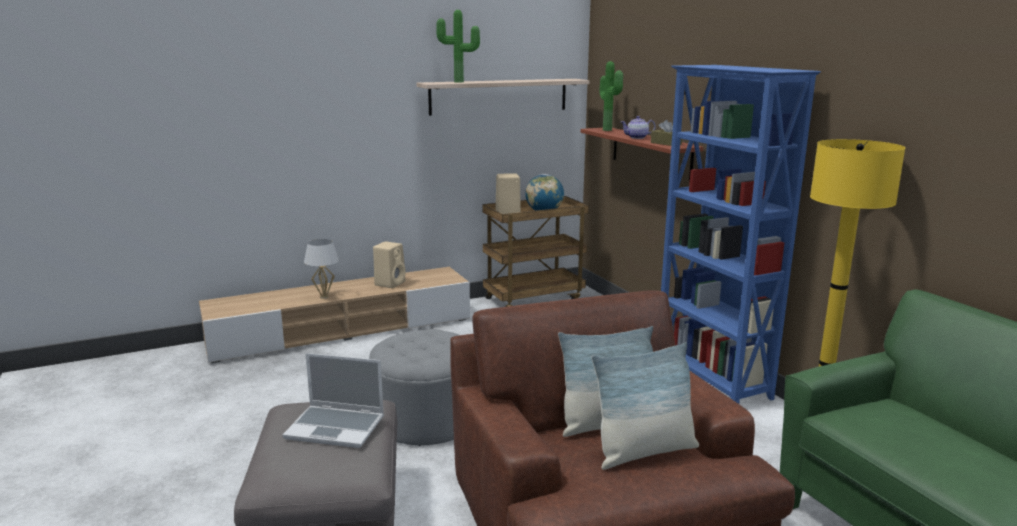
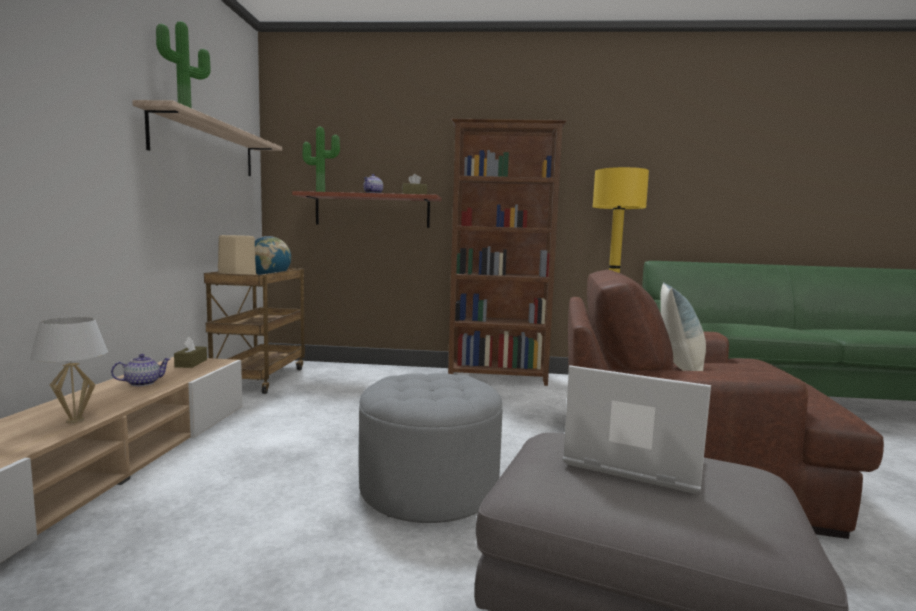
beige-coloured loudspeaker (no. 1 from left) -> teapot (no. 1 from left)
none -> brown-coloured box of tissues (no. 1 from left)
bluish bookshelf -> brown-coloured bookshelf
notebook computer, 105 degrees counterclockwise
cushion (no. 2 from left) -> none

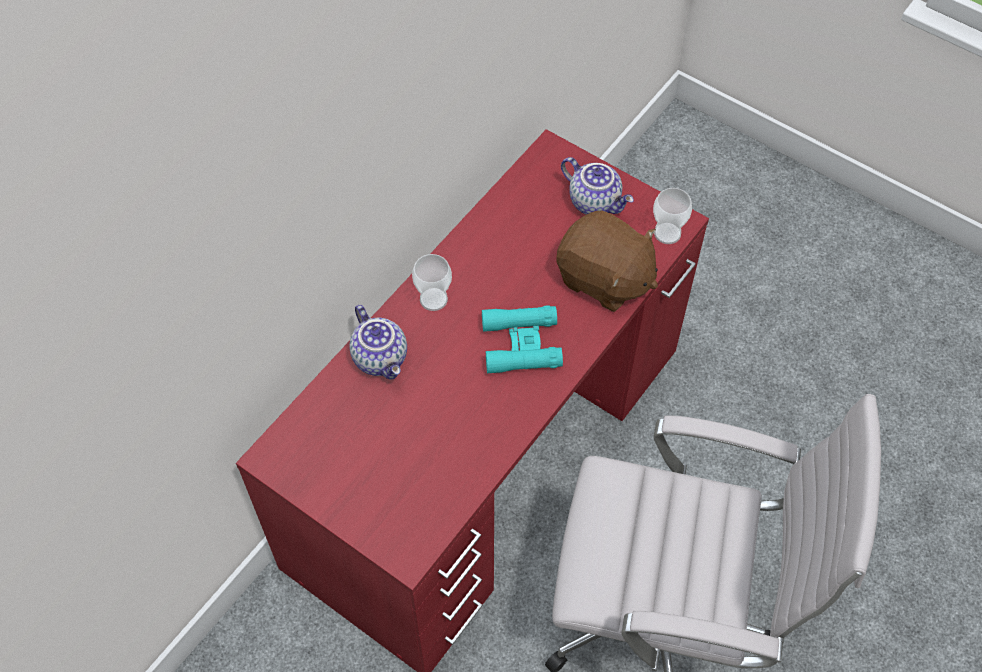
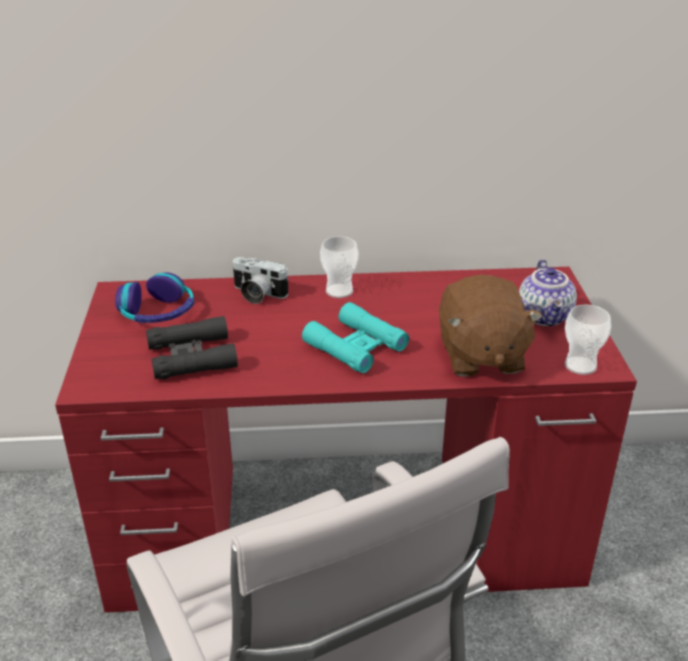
none -> pair of headphones
none -> blackish binoculars
teapot (no. 1 from left) -> still camera

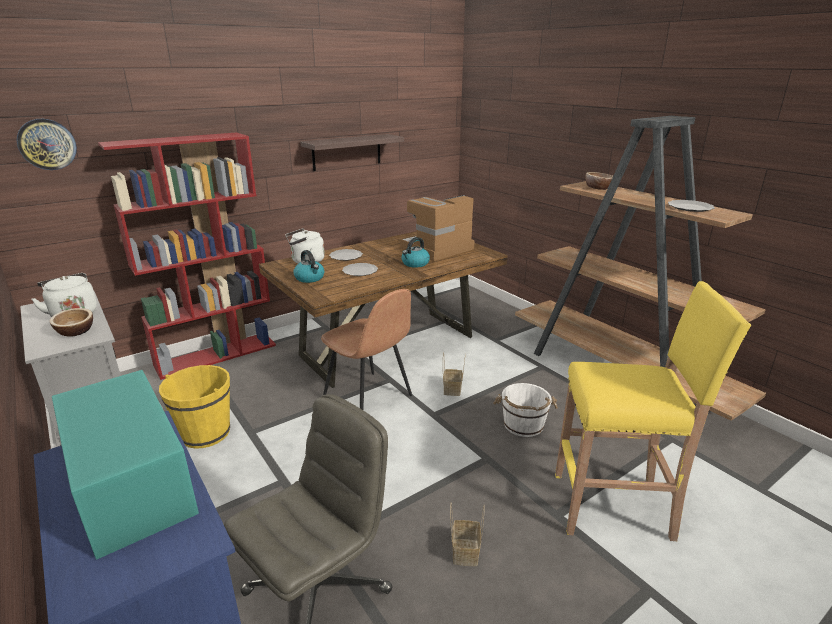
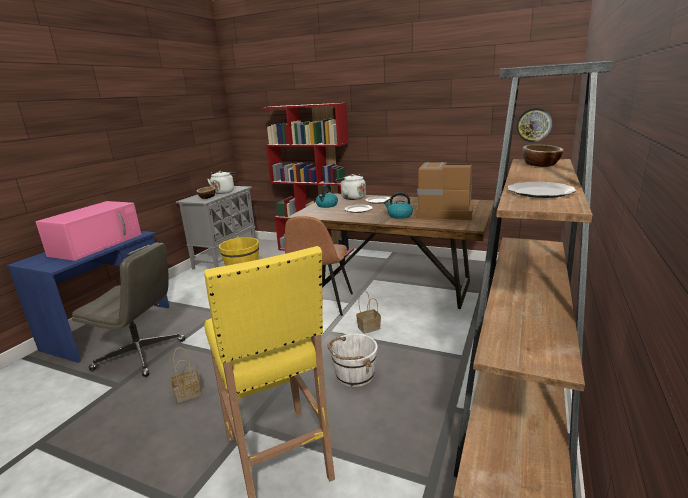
turquoise kitchen microwave -> pink-coloured kitchen microwave
wall clock, shifted
wall shelf -> none

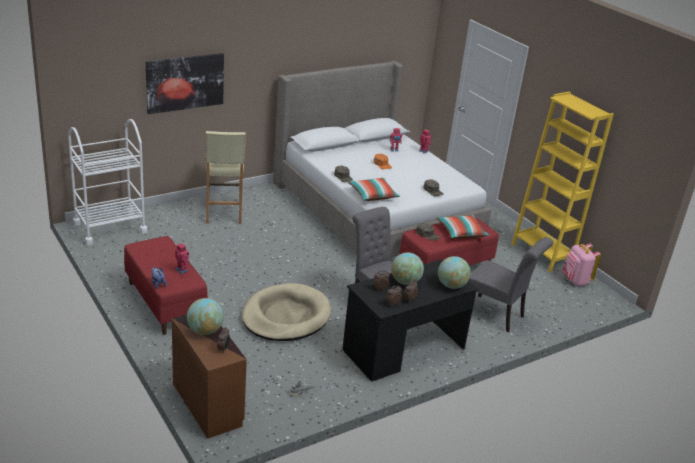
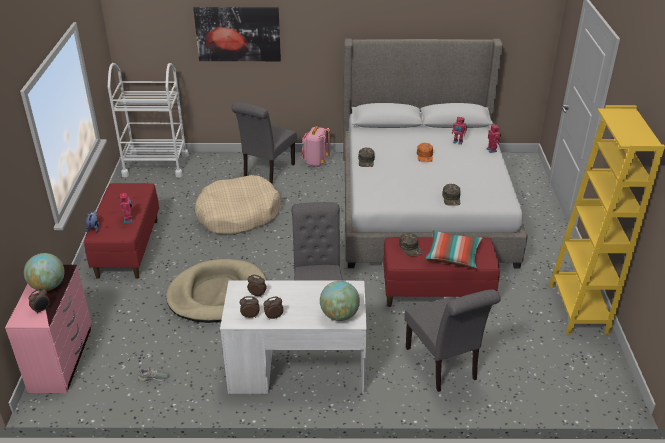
brown-coloured dresser -> pink-coloured dresser
none -> beige-coloured dog cushion (no. 2 from left)
blackish desk table -> white-coloured desk table
beige-coloured sitting stool -> greyish chair (no. 1 from left)
pink-coloured backpack, shifted
cushion (no. 1 from left) -> none
globe (no. 2 from left) -> none

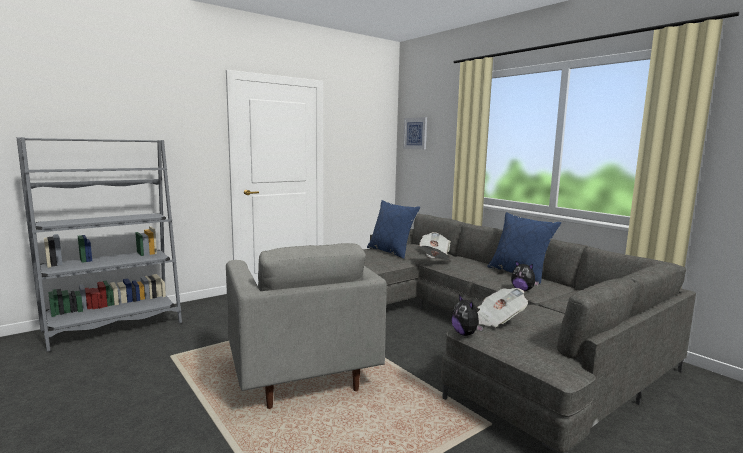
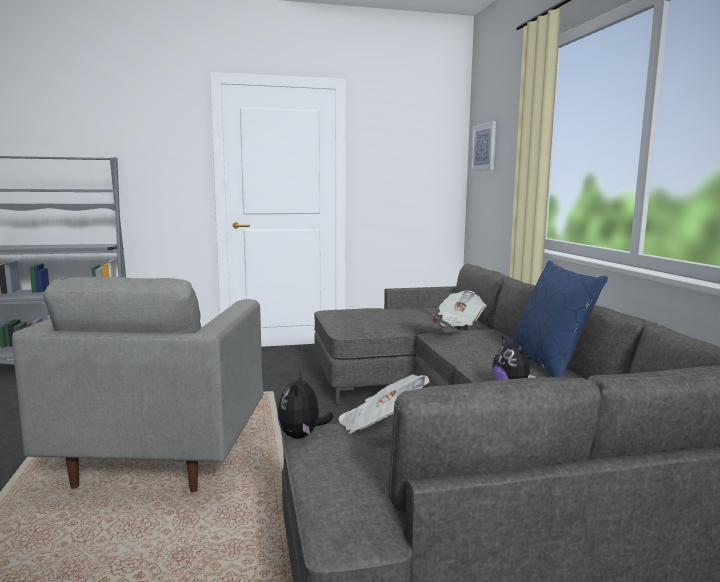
bluish cushion (no. 1 from left) -> none

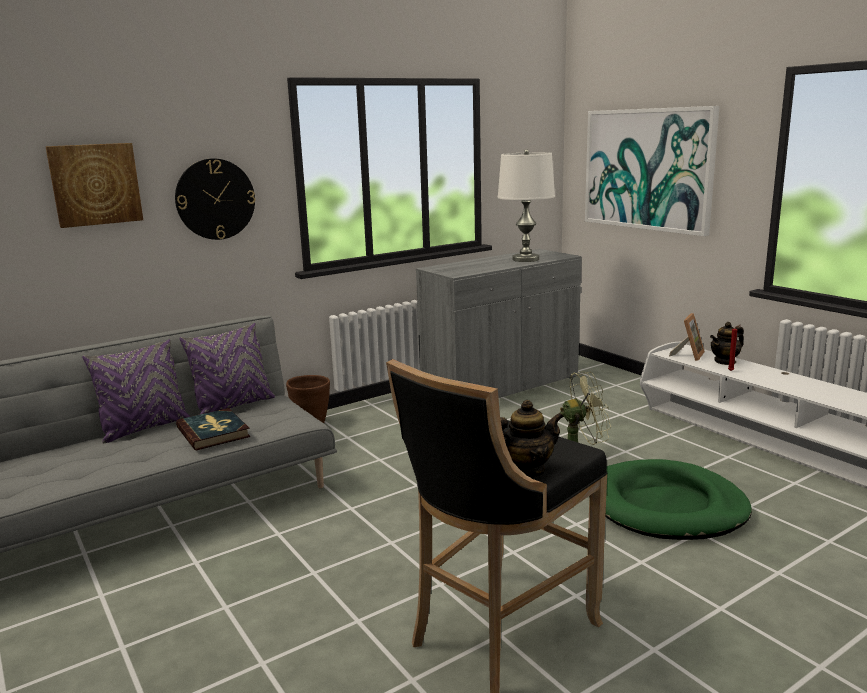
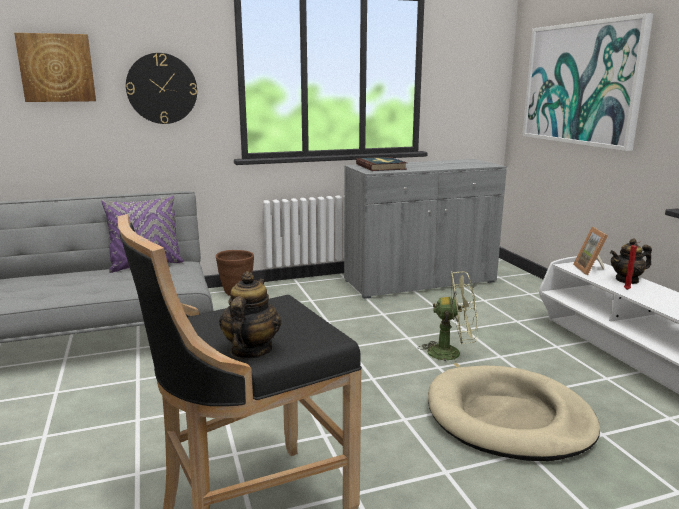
teapot (no. 1 from left), 75 degrees counterclockwise
volume, shifted
green dog cushion -> beige-coloured dog cushion
picture frame, 135 degrees clockwise
purple cushion (no. 1 from left) -> none
white-coloured table lamp -> none

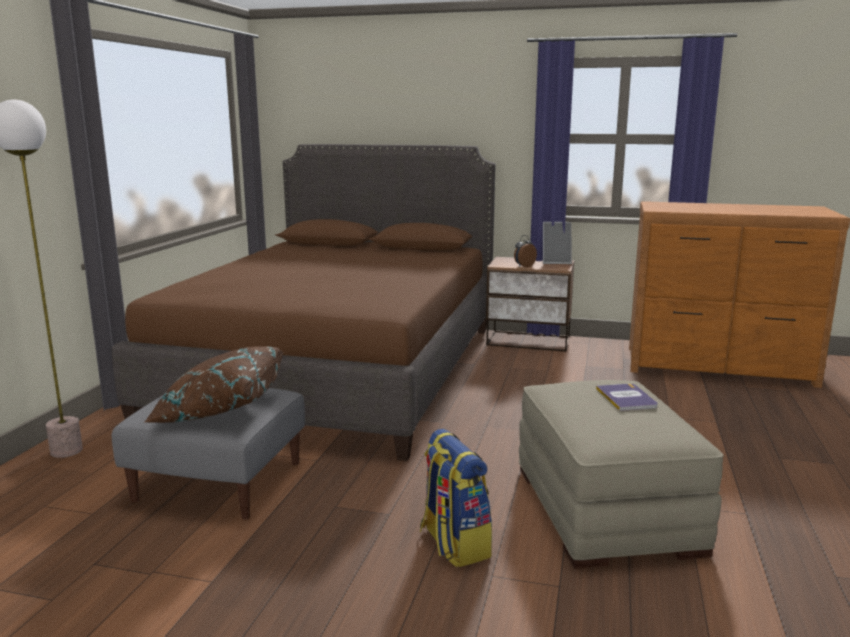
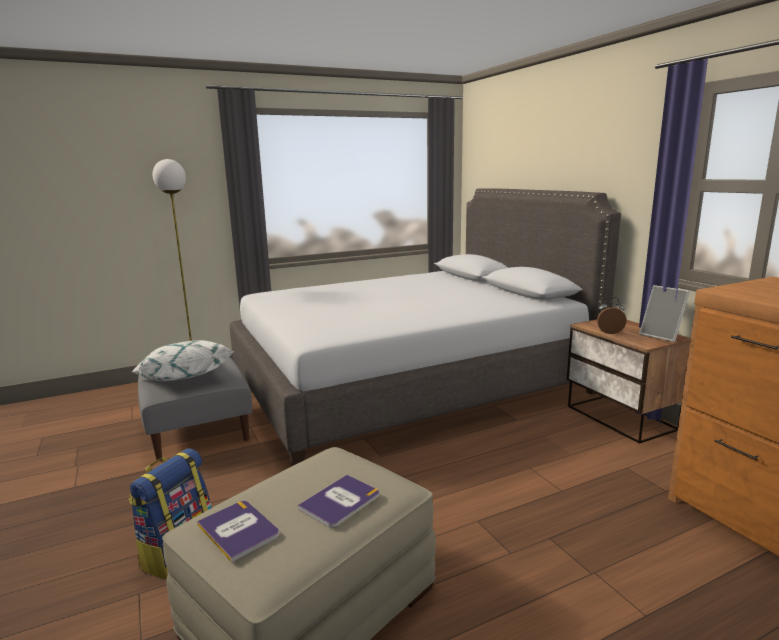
brown-coloured cushion -> white-coloured cushion
none -> volume (no. 1 from left)
brown-coloured bedroom bed -> greyish bedroom bed

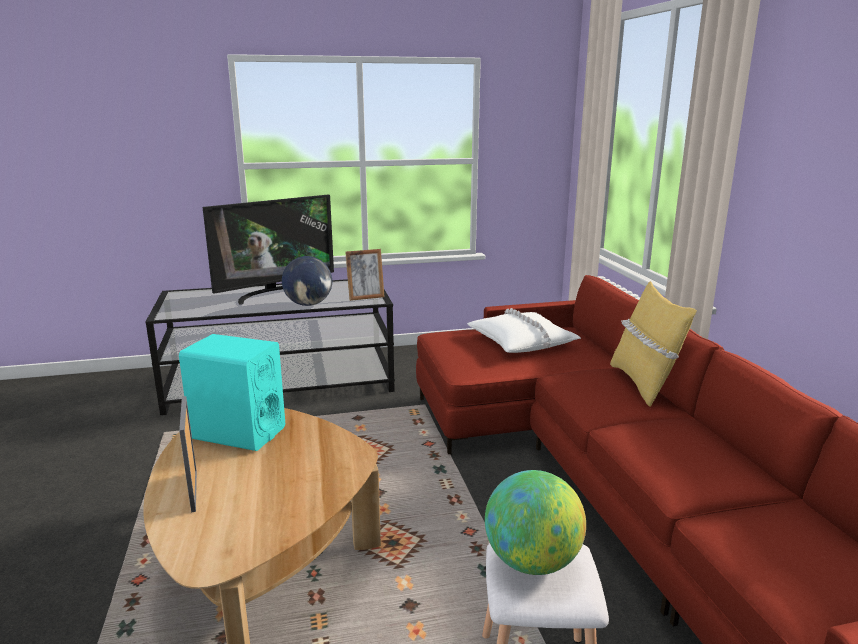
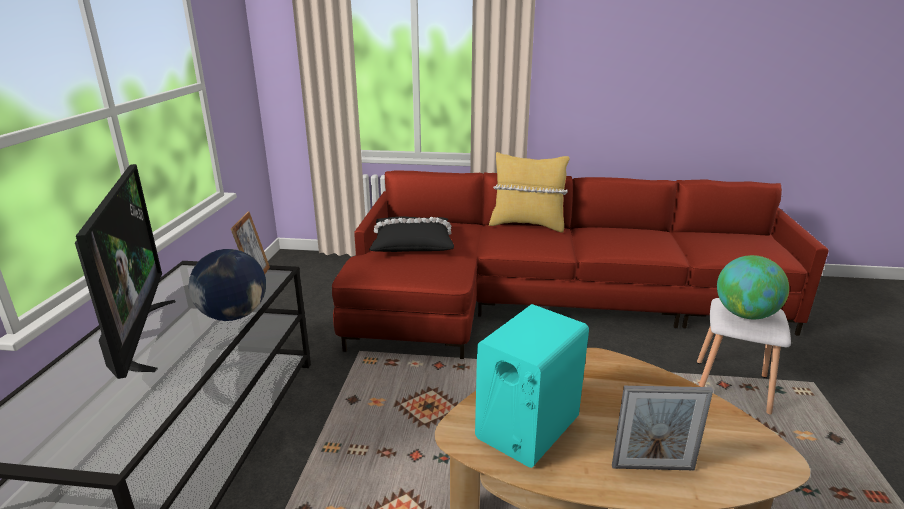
white-coloured cushion -> blackish cushion

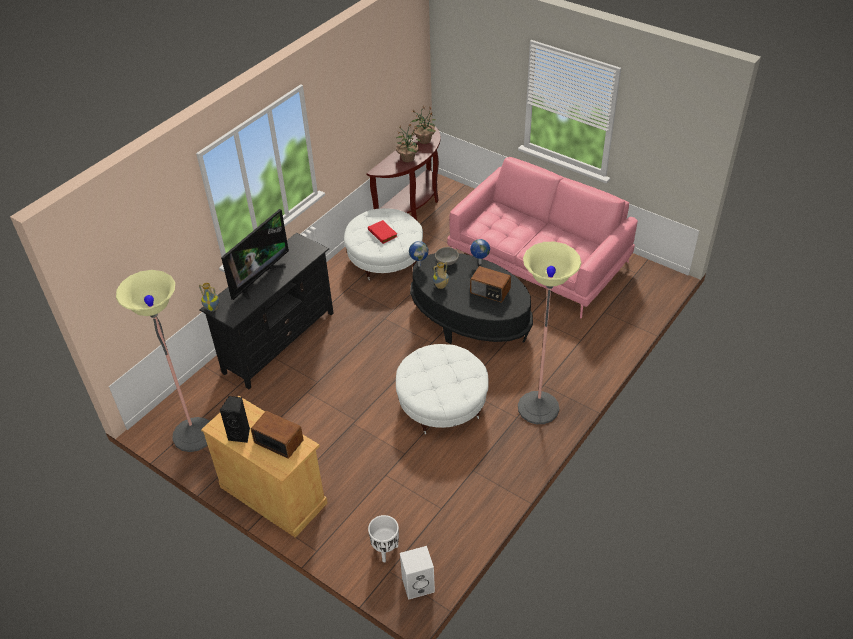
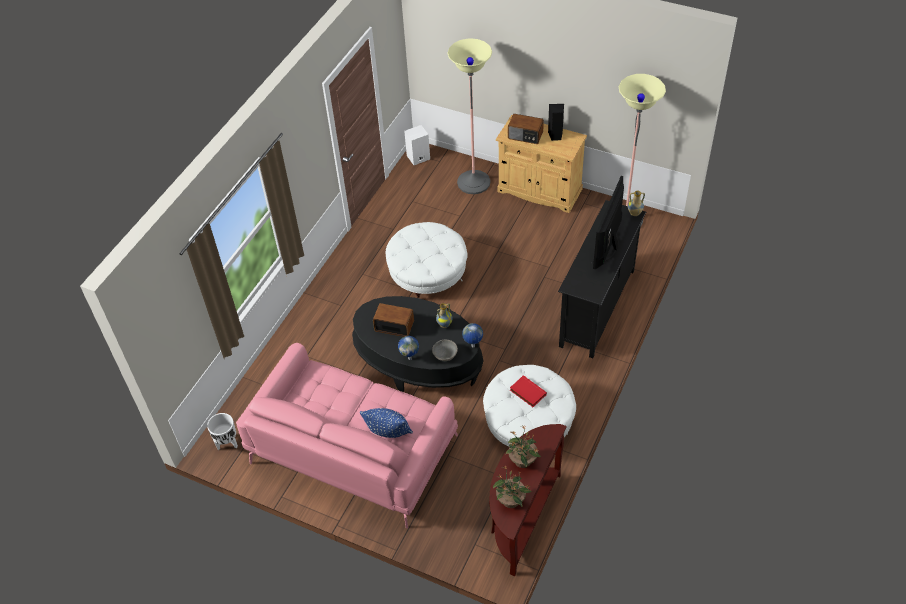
white-coloured flower pot, shifted
none -> bluish cushion
floor lamp (no. 2 from left in the first image) -> floor lamp (no. 1 from left), shifted

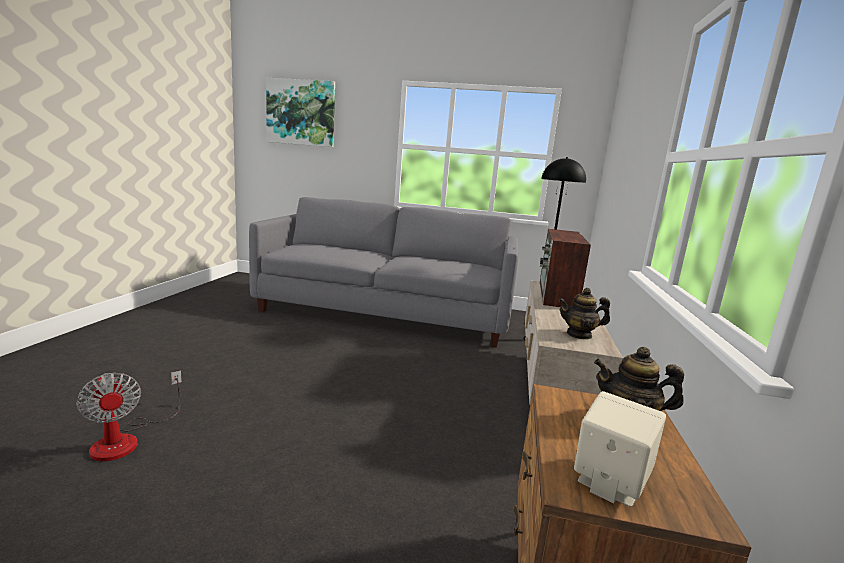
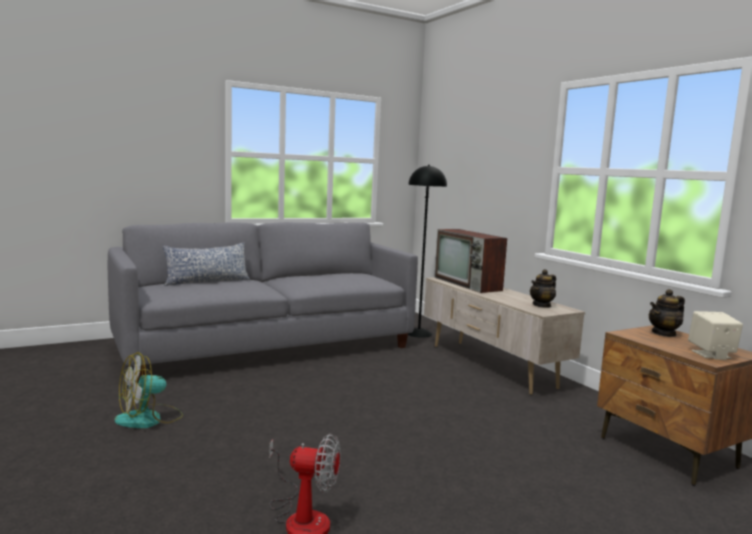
none -> electric fan (no. 1 from left)
none -> cushion
wall art -> none

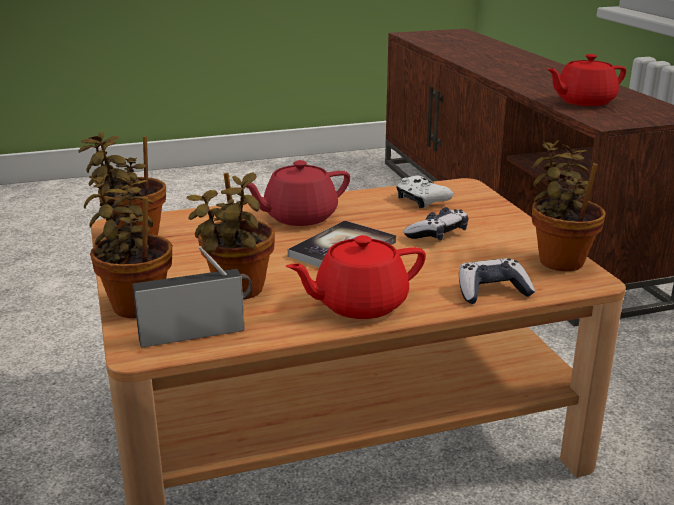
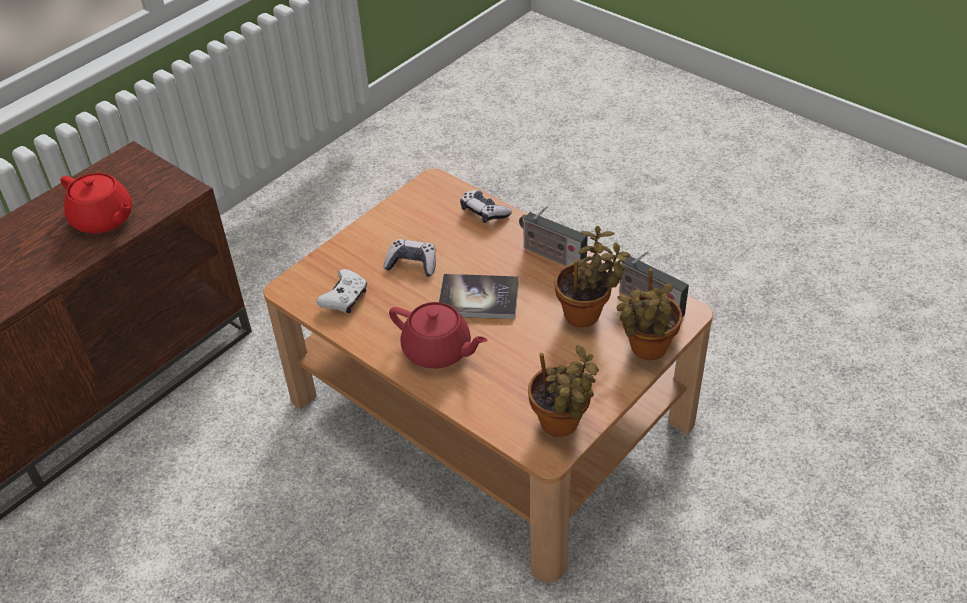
red teapot (no. 2 from left) -> radio set (no. 1 from left)
houseplant (no. 4 from left) -> none

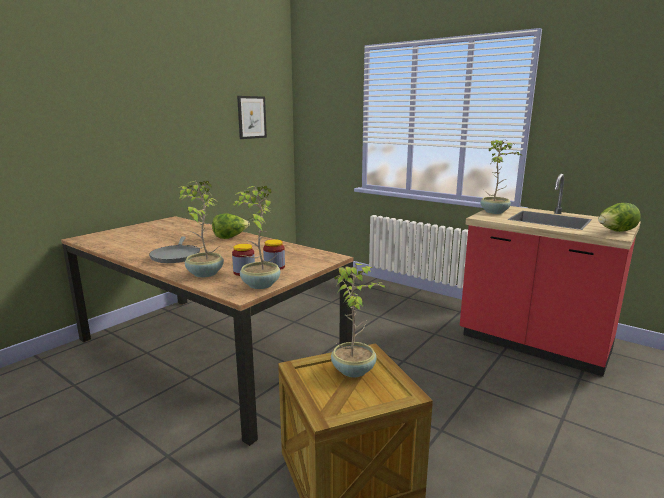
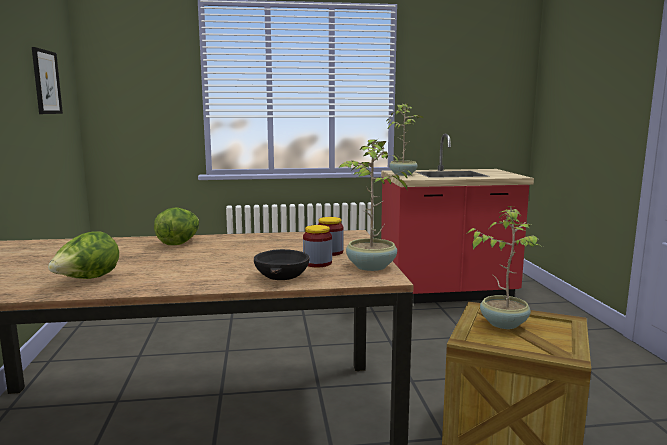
lettuce head (no. 2 from left in the first image) -> lettuce head (no. 1 from left), shifted
houseplant (no. 1 from left) -> blackish serving bowl
greyish skillet -> none

